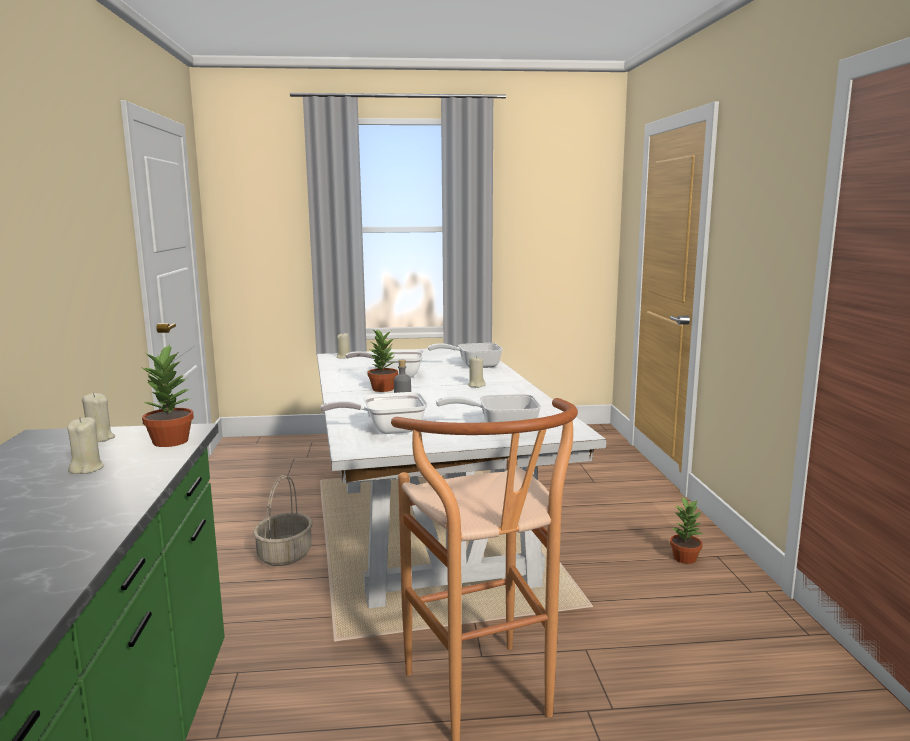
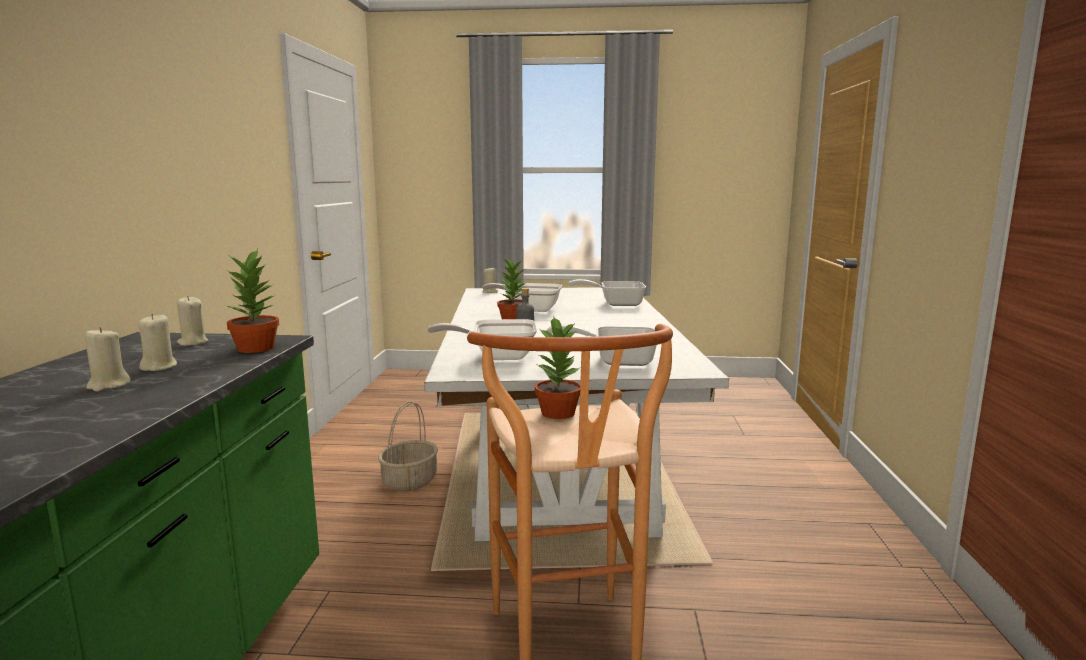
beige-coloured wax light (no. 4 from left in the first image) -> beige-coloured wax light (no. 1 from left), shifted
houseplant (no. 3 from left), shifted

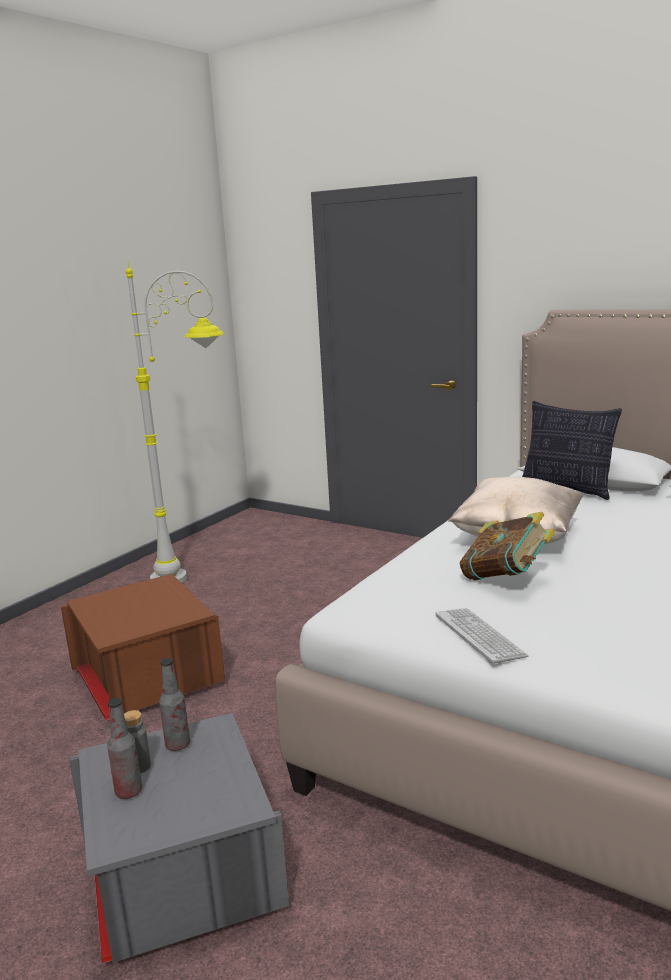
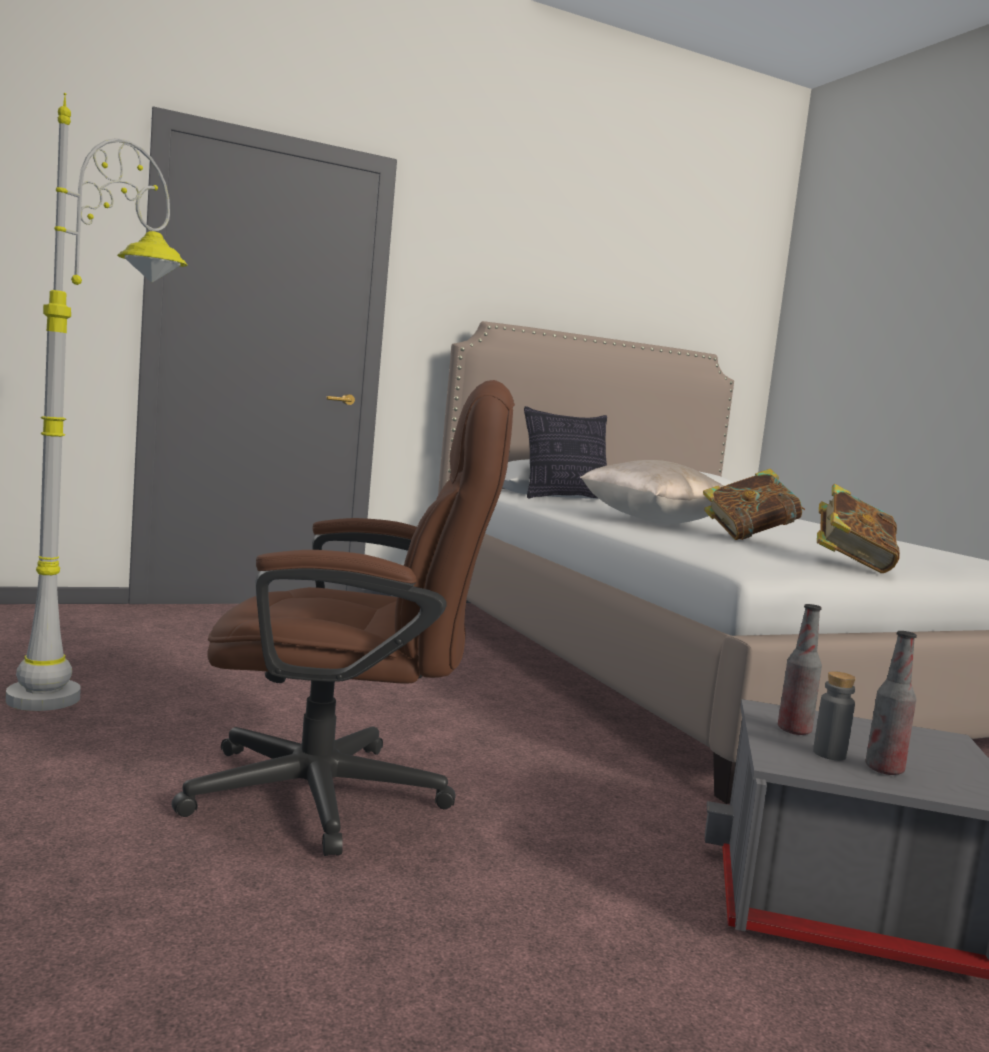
brown-coloured storage box -> brown-coloured office chair
PC keyboard -> volume (no. 2 from left)

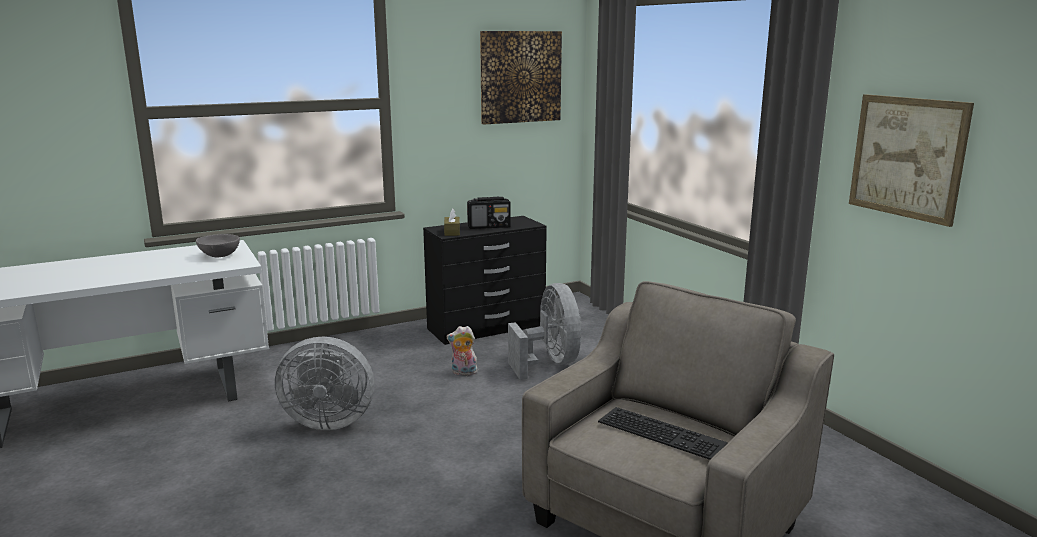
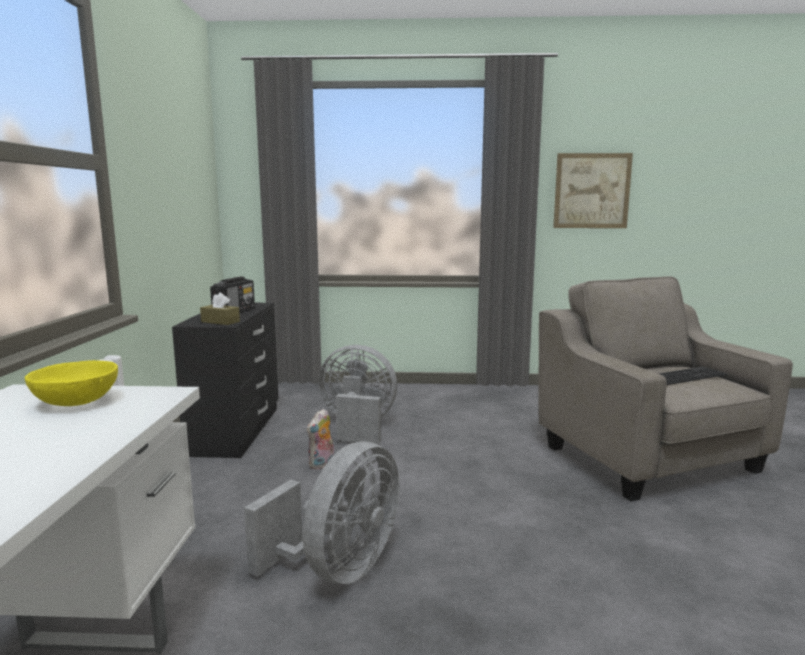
greyish serving bowl -> yellow-coloured serving bowl
wall art (no. 1 from left) -> none

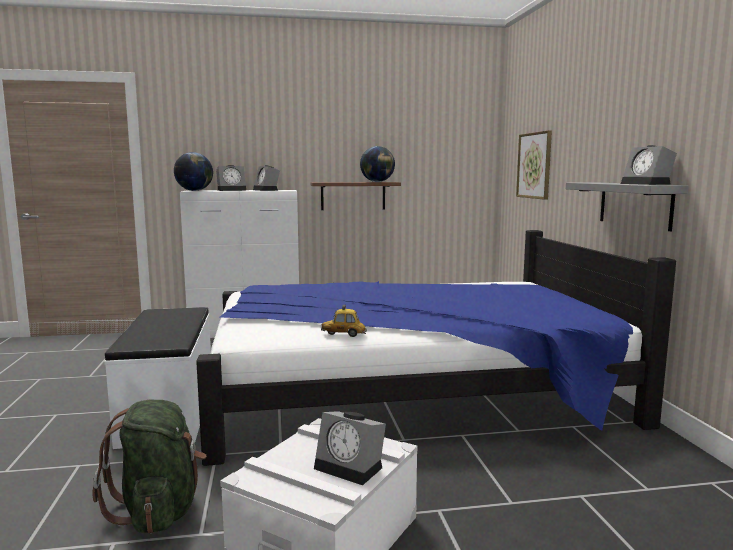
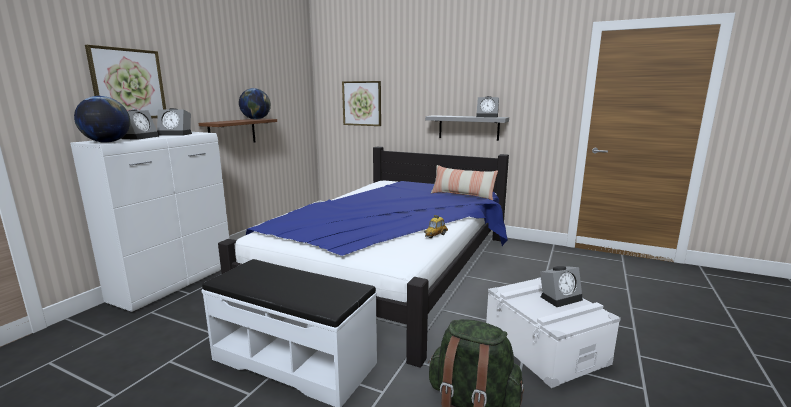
none -> wall art (no. 1 from left)
none -> cushion

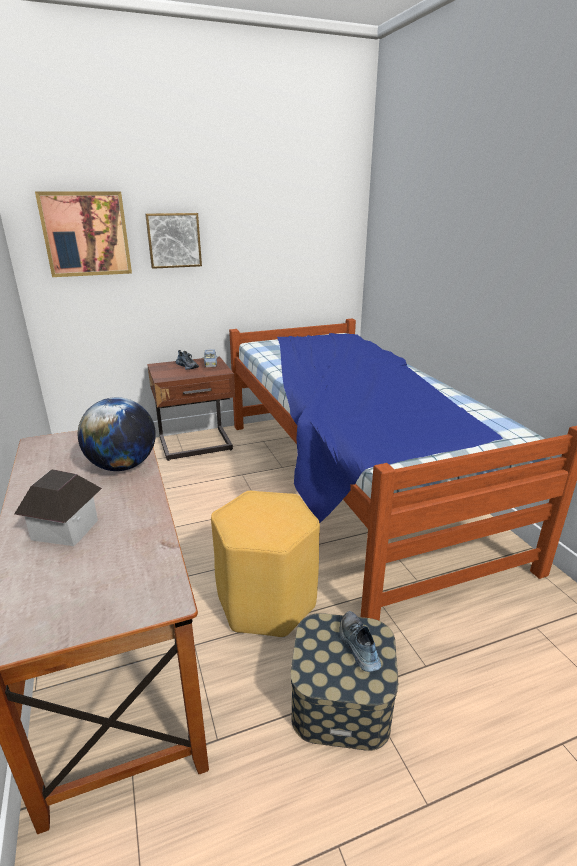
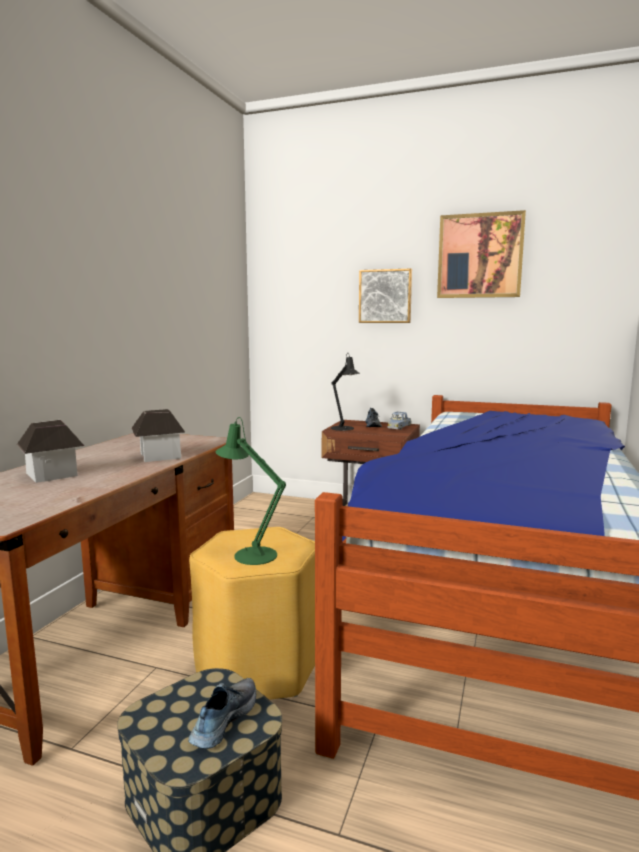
globe -> toy house (no. 2 from left)
none -> green table lamp
none -> blackish table lamp
wall art (no. 1 from left in the first image) -> wall art (no. 2 from left), shifted

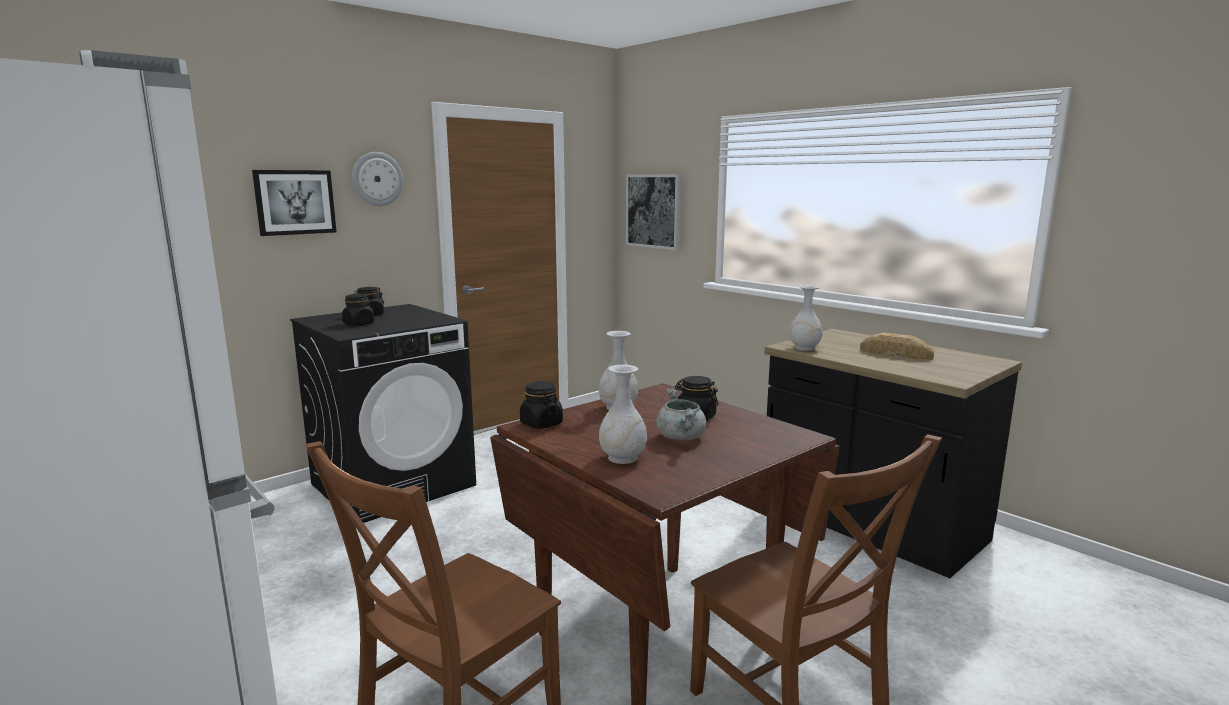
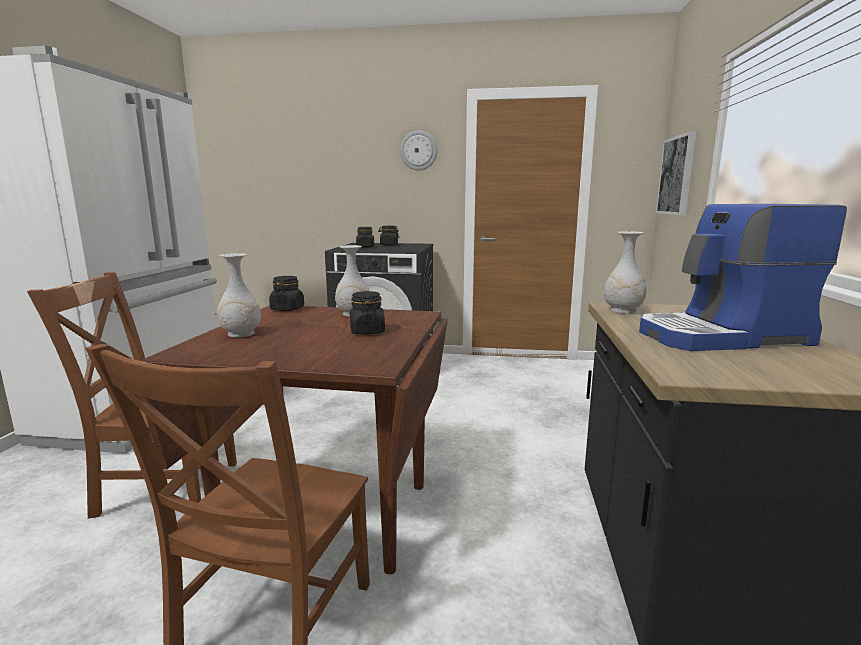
bakery bread -> coffee maker
wall art (no. 1 from left) -> none
greyish stockpot -> none

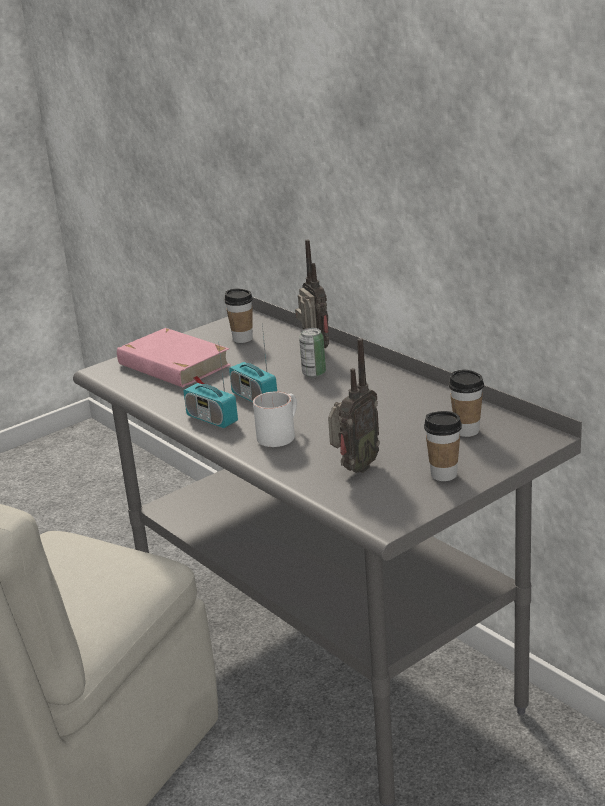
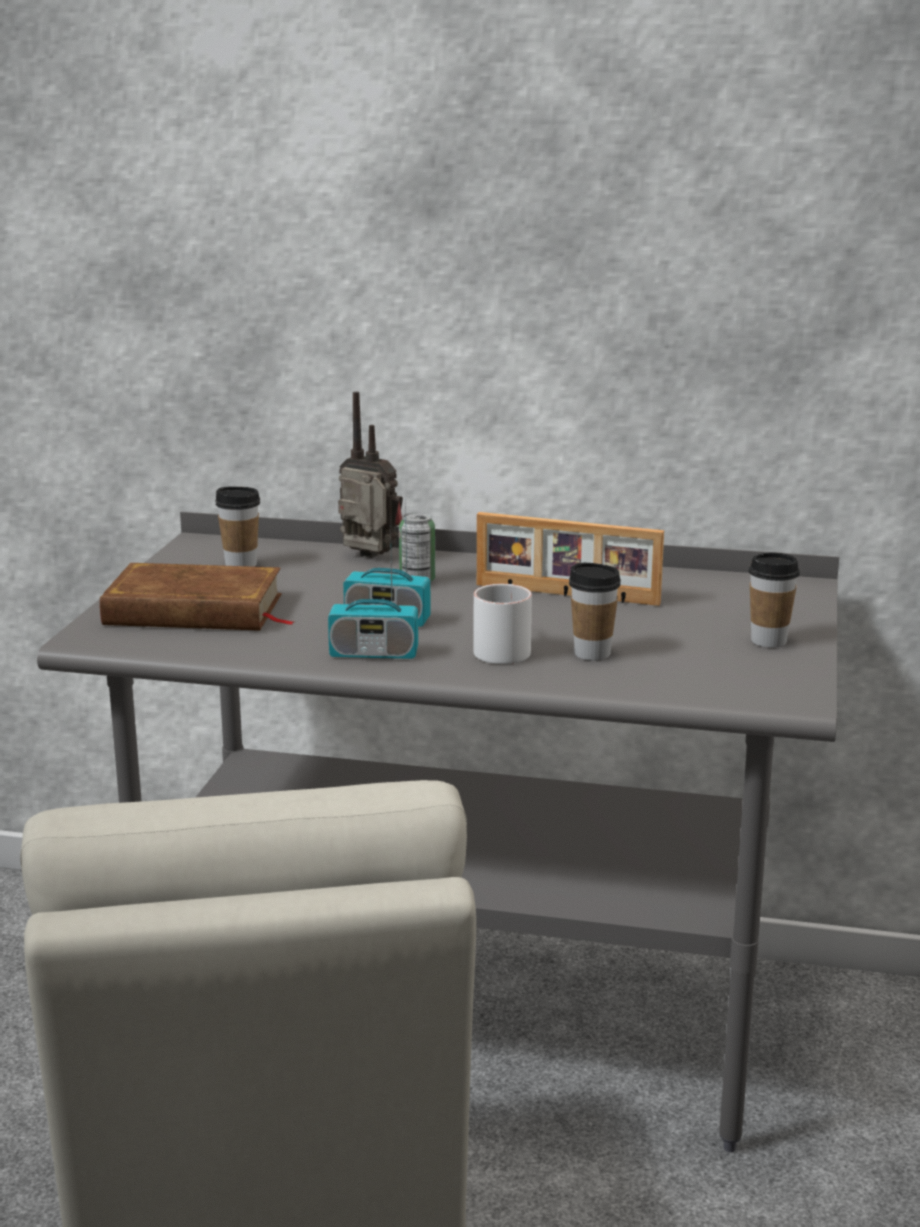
pink-coloured volume -> brown-coloured volume
none -> picture frame
cup (no. 3 from left in the first image) -> cup (no. 2 from left), shifted
radio set (no. 4 from left) -> none

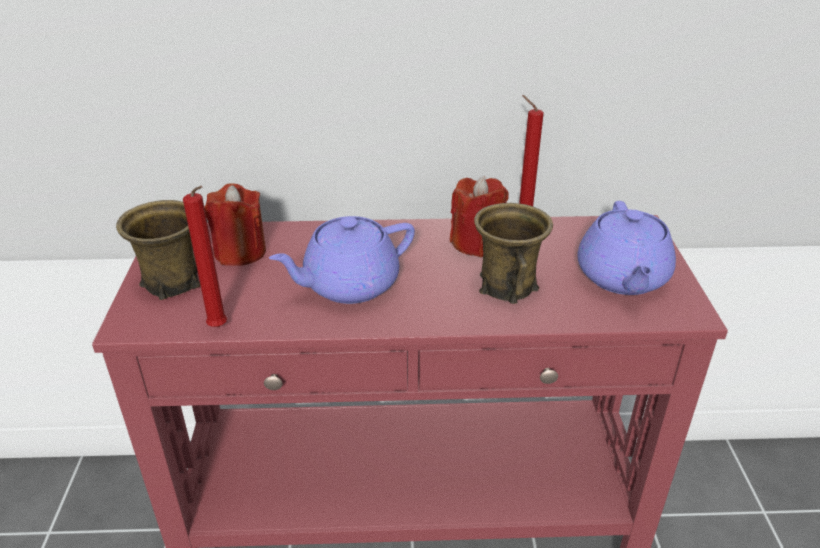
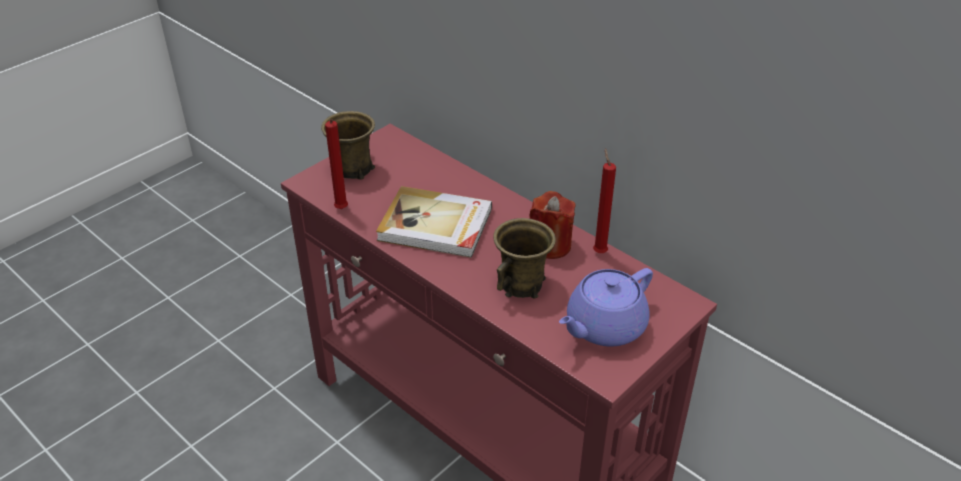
purple teapot (no. 1 from left) -> volume
red wax light (no. 2 from left) -> none

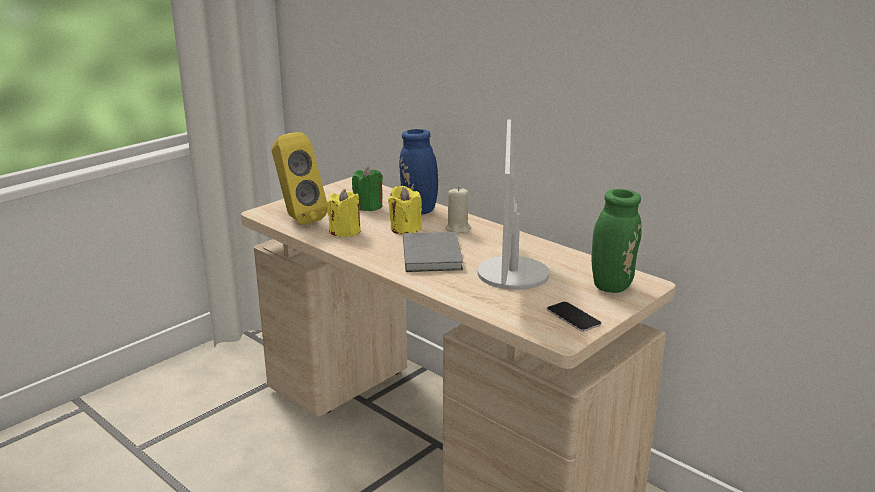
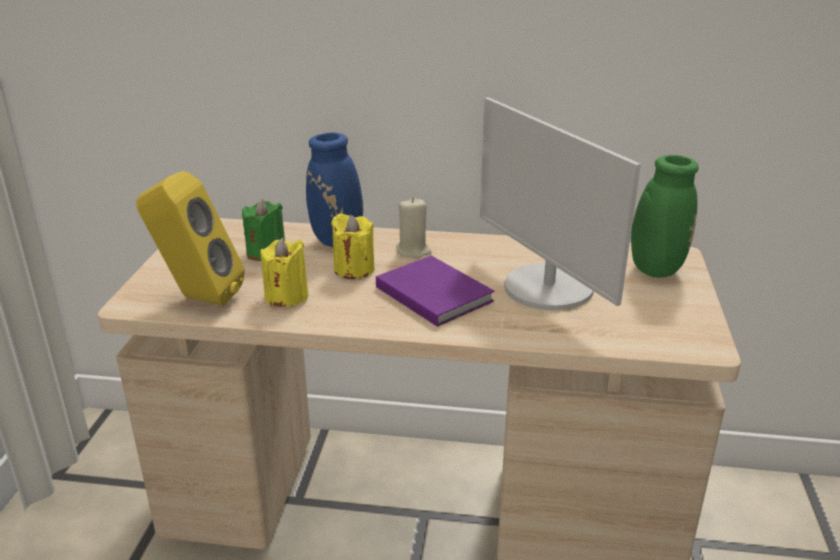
greyish volume -> purple volume
phone -> none

